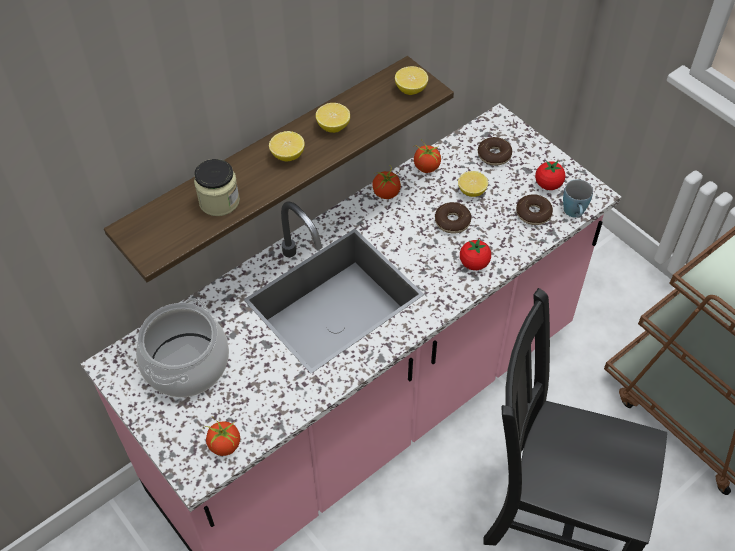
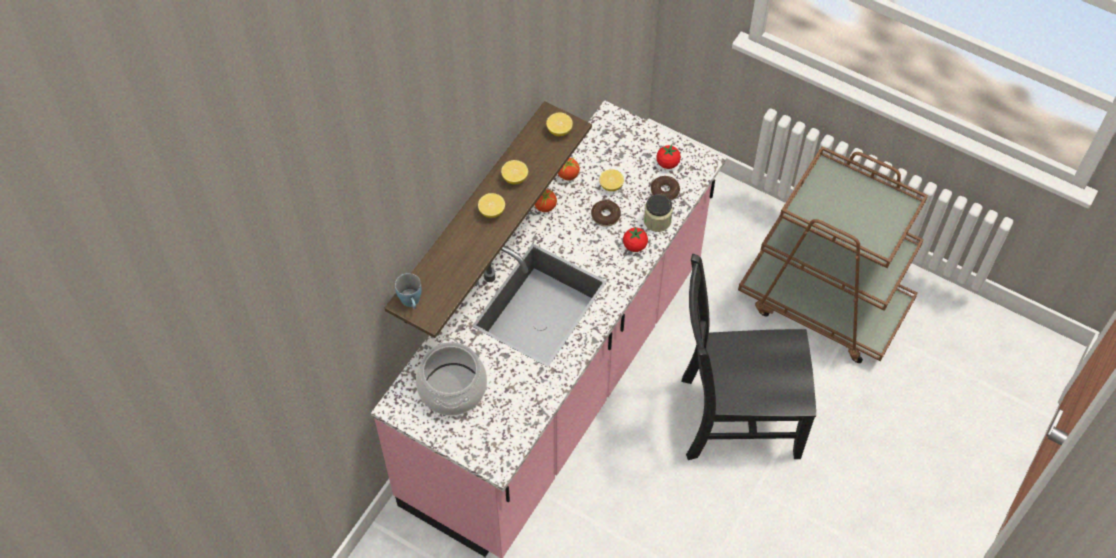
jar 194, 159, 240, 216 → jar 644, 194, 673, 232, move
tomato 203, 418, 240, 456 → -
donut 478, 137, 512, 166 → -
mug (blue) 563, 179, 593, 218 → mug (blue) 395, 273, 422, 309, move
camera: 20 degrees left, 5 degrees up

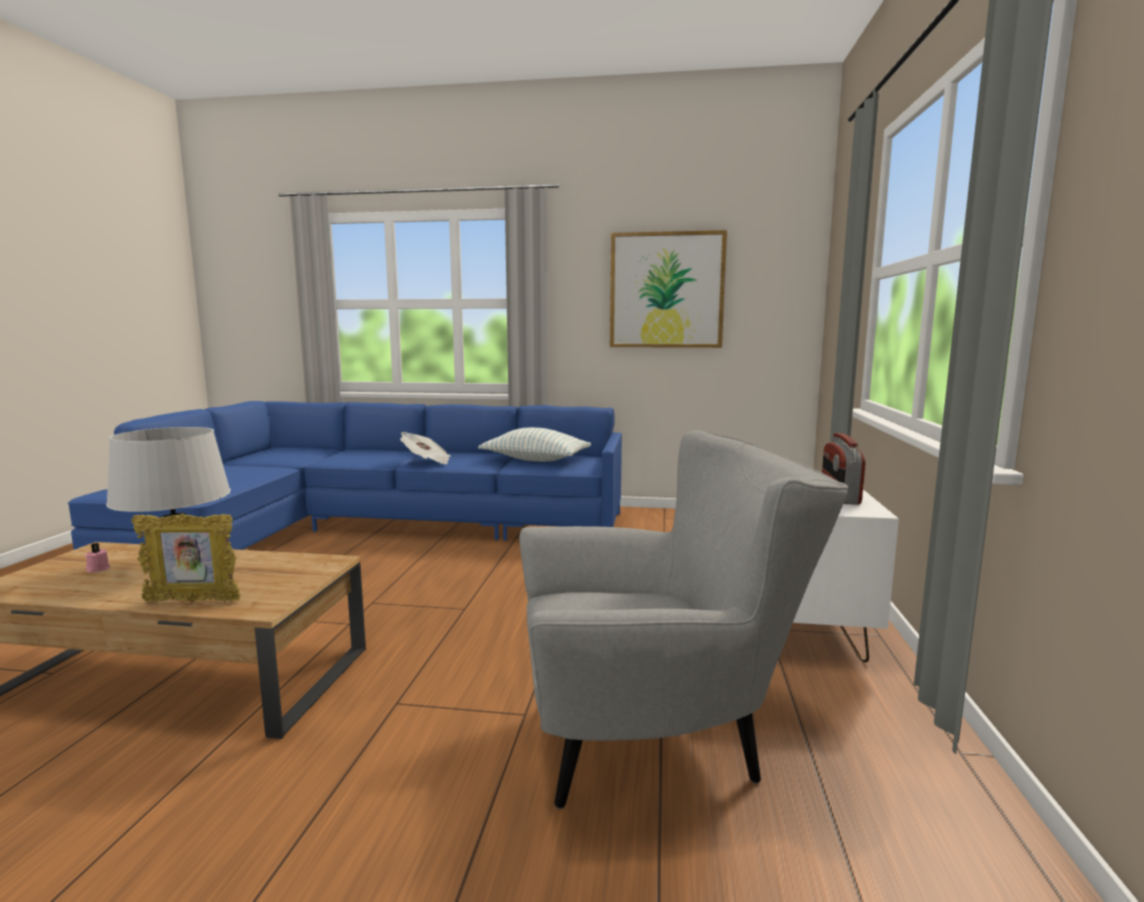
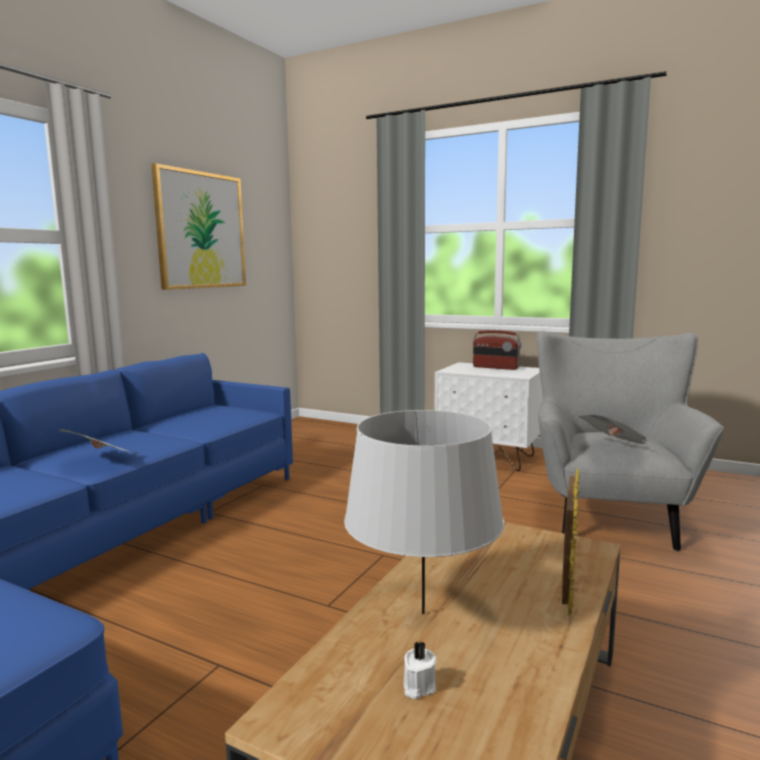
candle (pink) 85, 543, 110, 573 → candle (white) 404, 641, 437, 699
pillow 478, 427, 591, 462 → -
- → newspaper 579, 415, 648, 444
camera: 70 degrees left, 0 degrees up

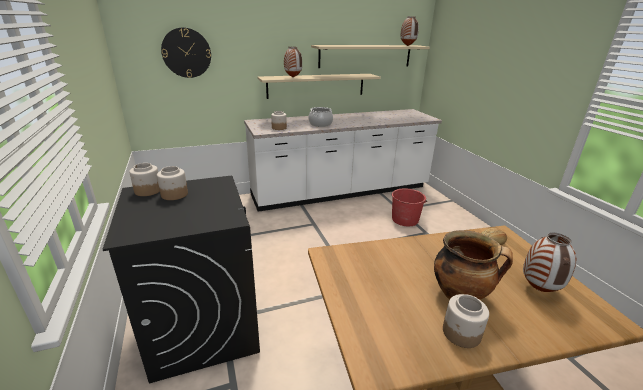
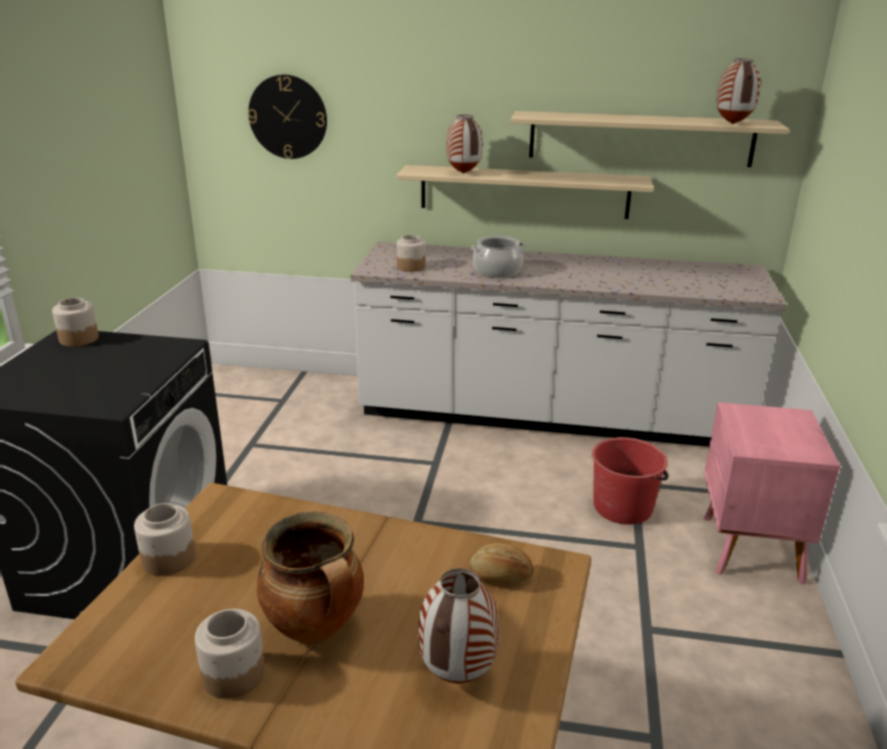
jar 157, 166, 188, 200 → jar 134, 503, 195, 576, move
- → nightstand (pink) 704, 402, 840, 585
camera: 30 degrees right, 0 degrees up

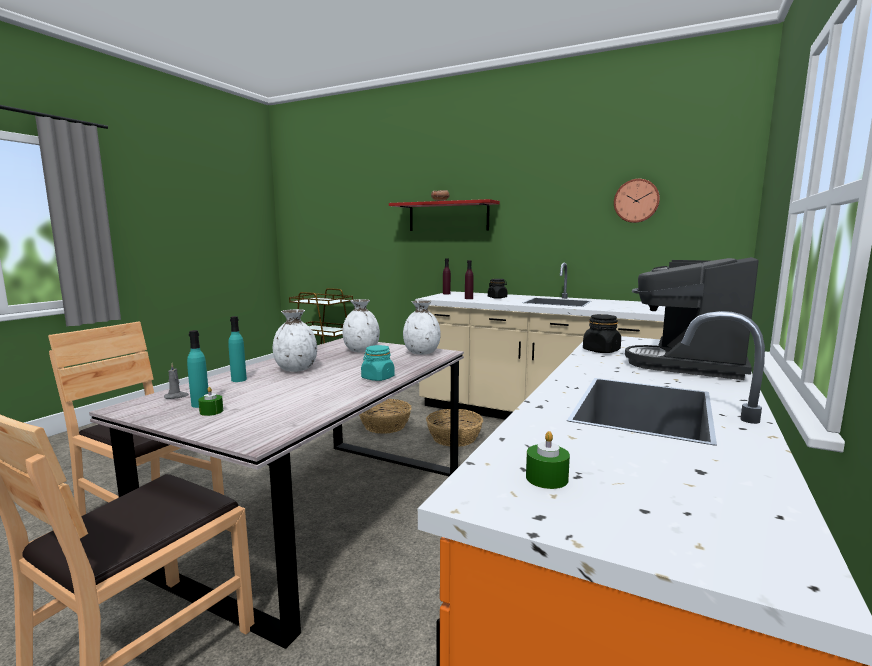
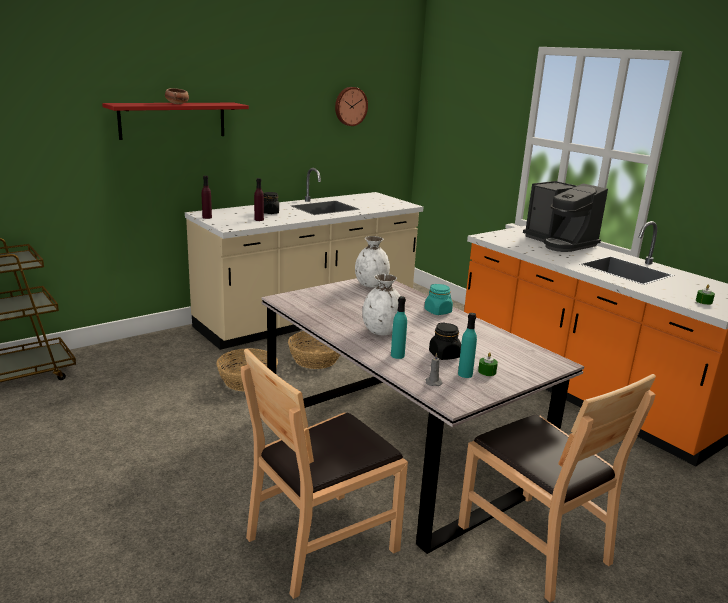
vase (white) 342, 299, 380, 353 → -
jar (black) 583, 314, 621, 353 → jar (black) 429, 322, 461, 360, move
camera: 65 degrees left, 10 degrees up

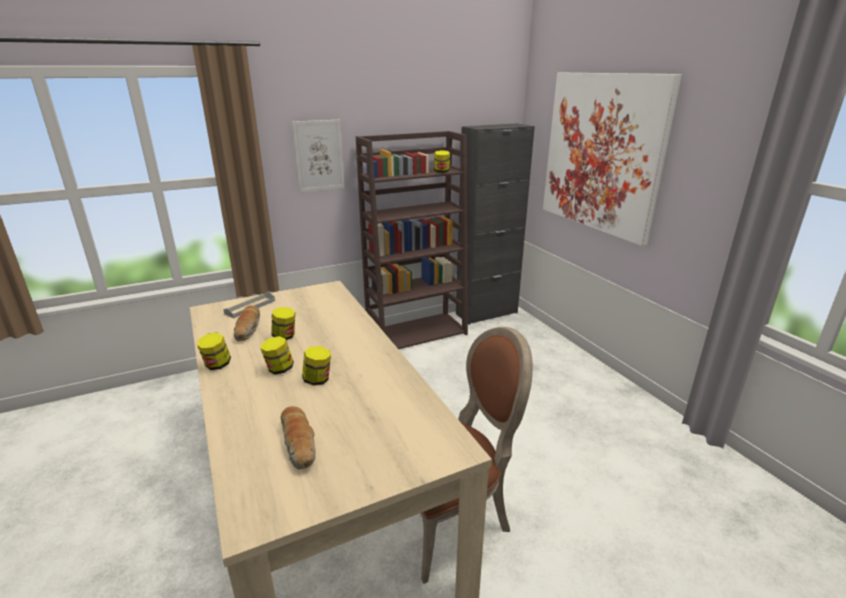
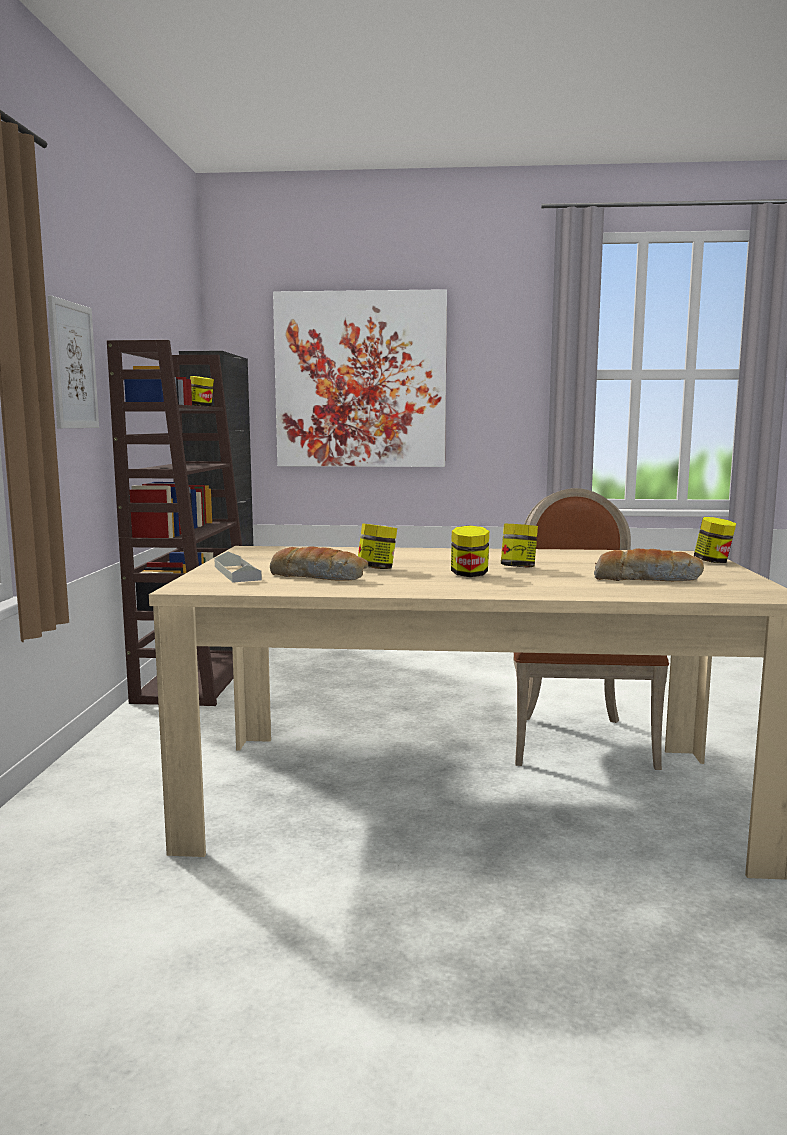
jar 197, 333, 231, 370 → jar 694, 517, 736, 563, move
camera: 60 degrees left, 15 degrees down

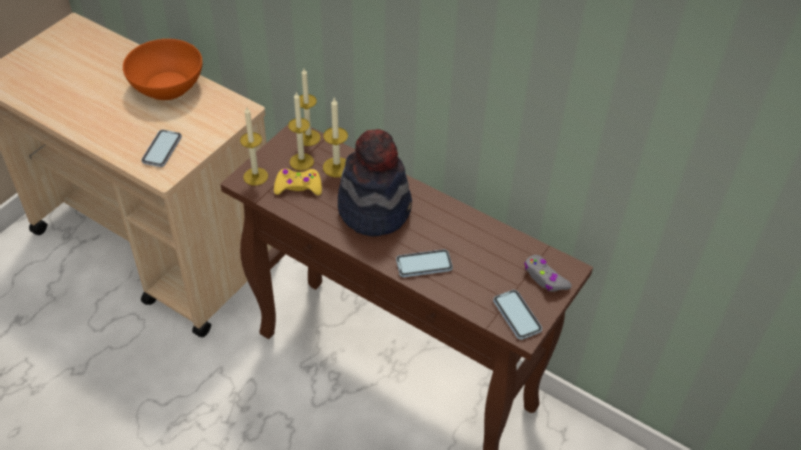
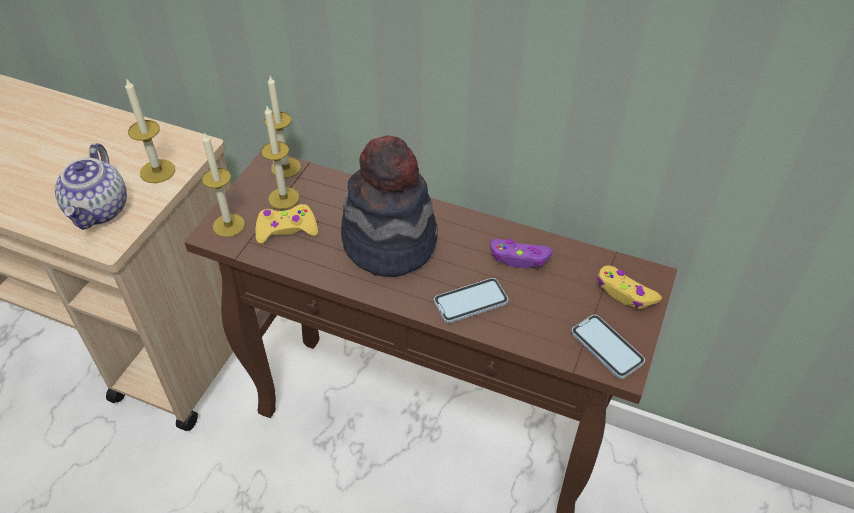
bowl (orange) 123, 39, 202, 100 → -
phone 141, 130, 182, 167 → teapot 55, 143, 127, 230
candle 323, 98, 348, 177 → candle 125, 79, 175, 183, move
game controller (grey) 524, 255, 572, 292 → game controller (yellow) 597, 265, 662, 309
- → game controller (purple) 490, 239, 553, 268
camera: 10 degrees left, 0 degrees up

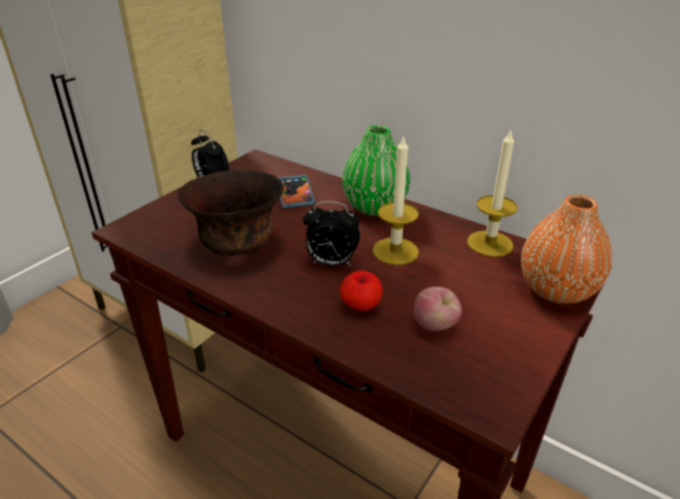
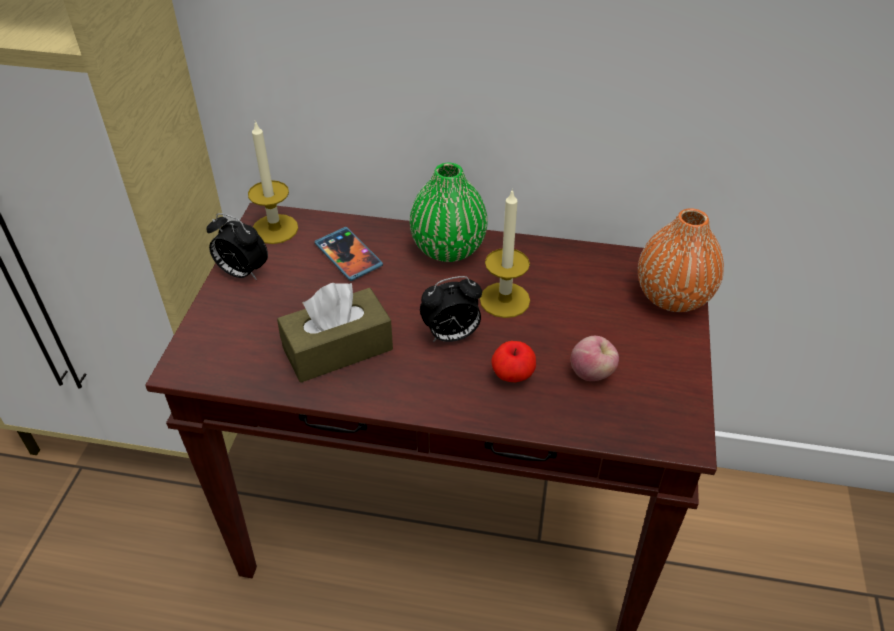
bowl (brown) 178, 169, 284, 256 → tissue box (brown) 277, 283, 393, 383
candle 467, 130, 518, 257 → candle 248, 121, 298, 244, move
camera: 25 degrees left, 10 degrees up

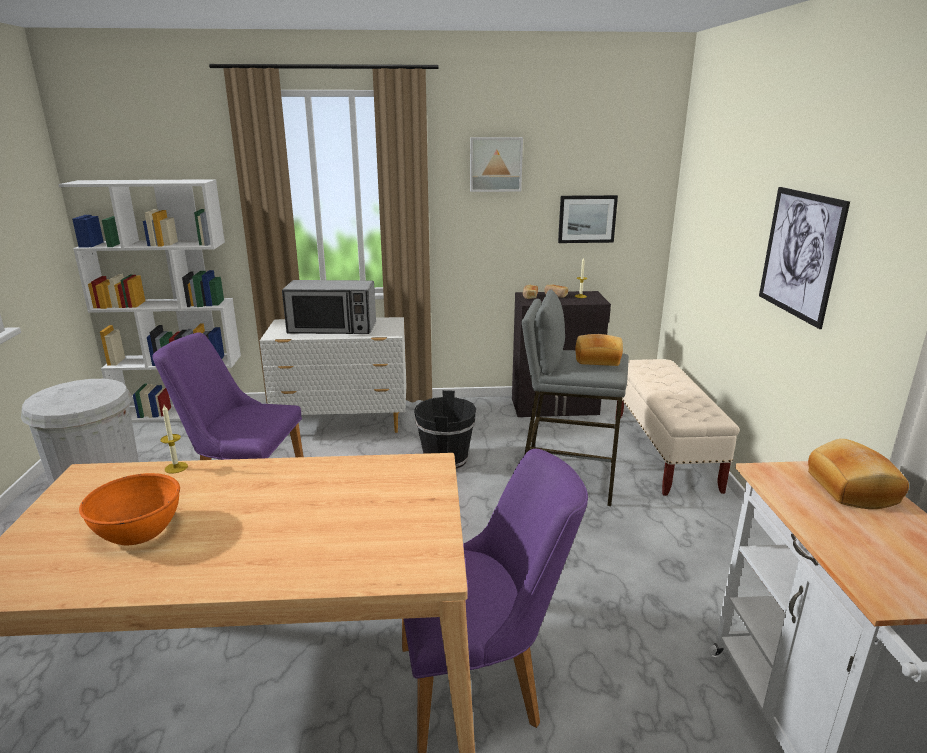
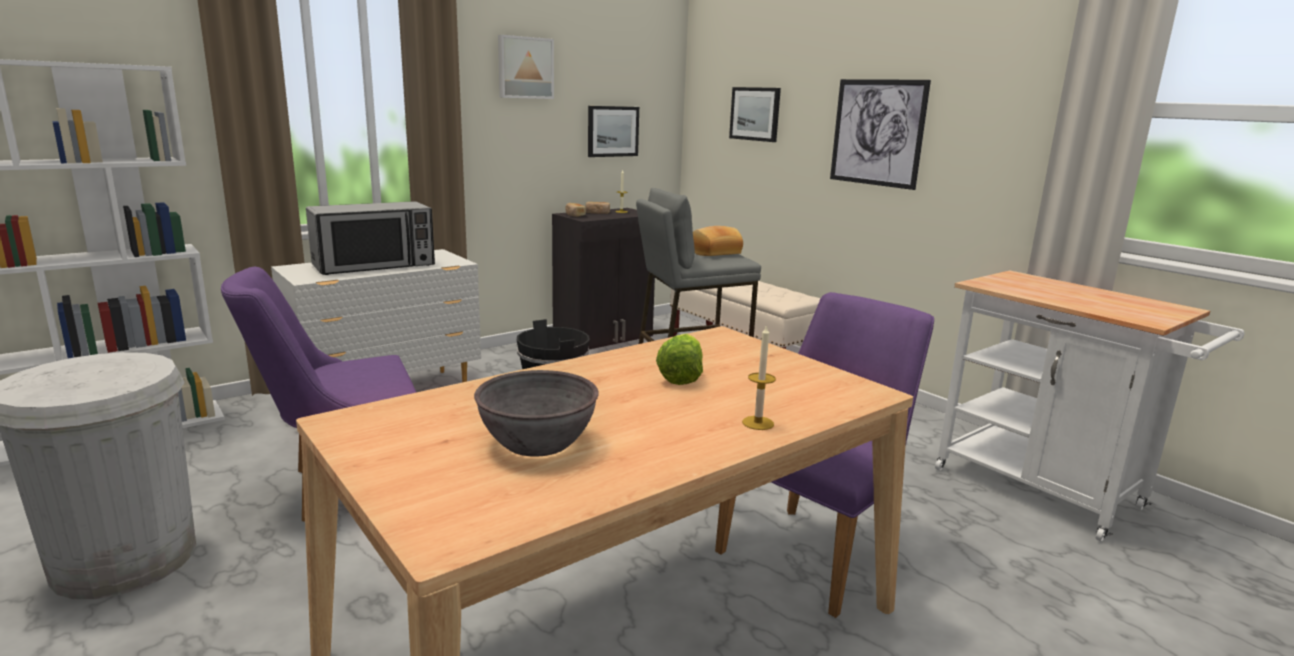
bowl (orange) 79, 473, 180, 545 → bowl (grey) 474, 370, 599, 457
candle 160, 405, 188, 474 → candle 742, 324, 776, 430, move
bread 808, 439, 909, 509 → -
- → lettuce 656, 333, 703, 385
- → picture 729, 87, 781, 142
camera: 35 degrees left, 5 degrees down

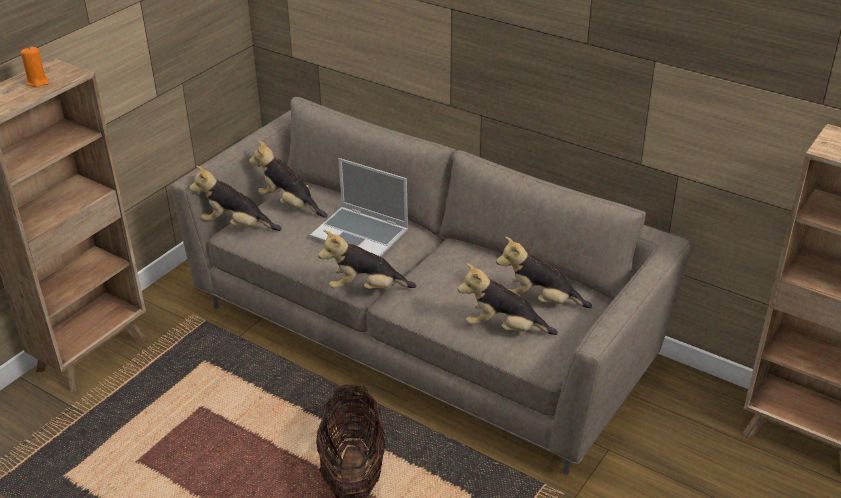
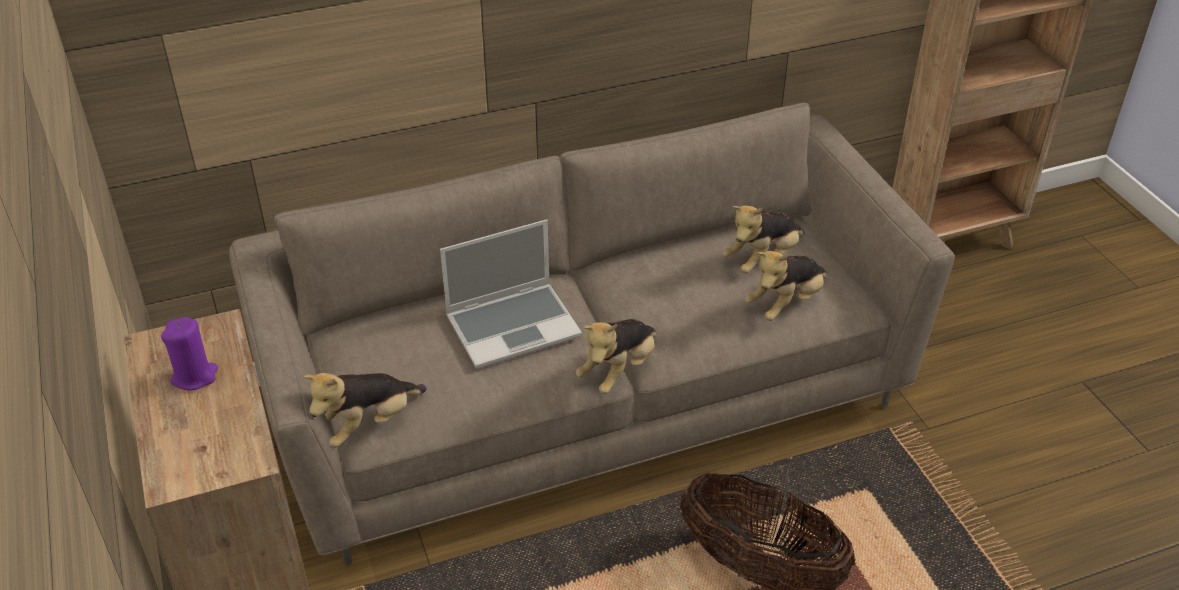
candle (orange) 21, 46, 49, 87 → candle (purple) 161, 317, 218, 391
plush toy 249, 140, 328, 218 → -
camera: 55 degrees left, 5 degrees up

